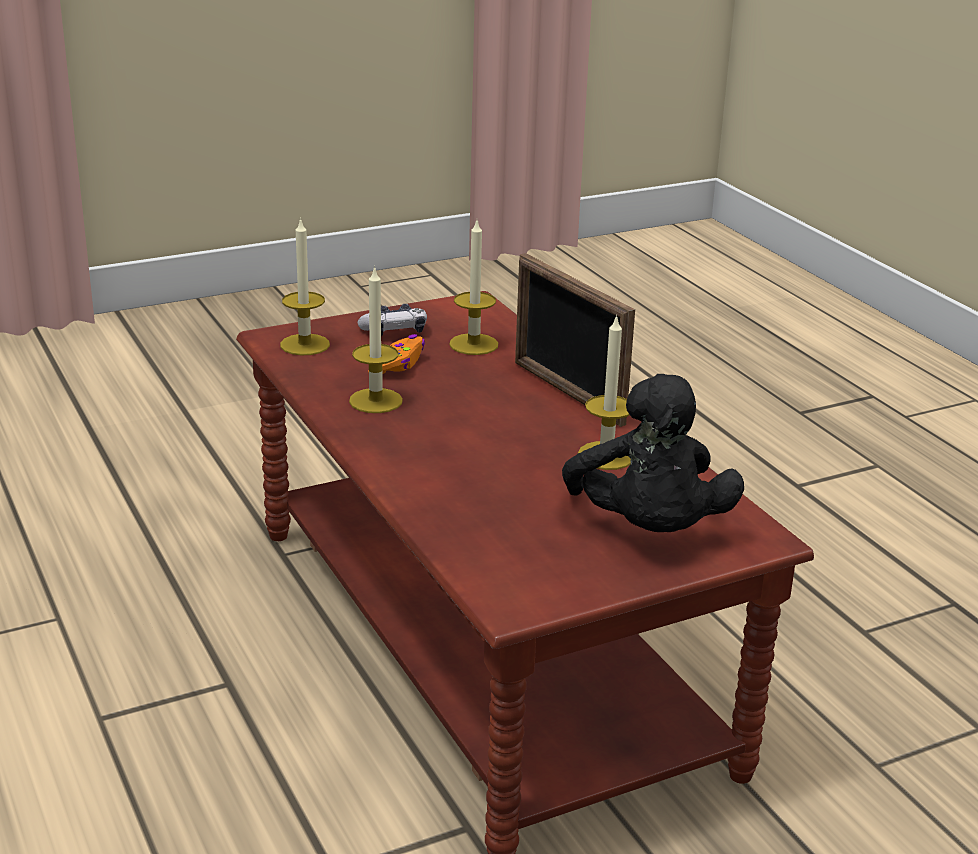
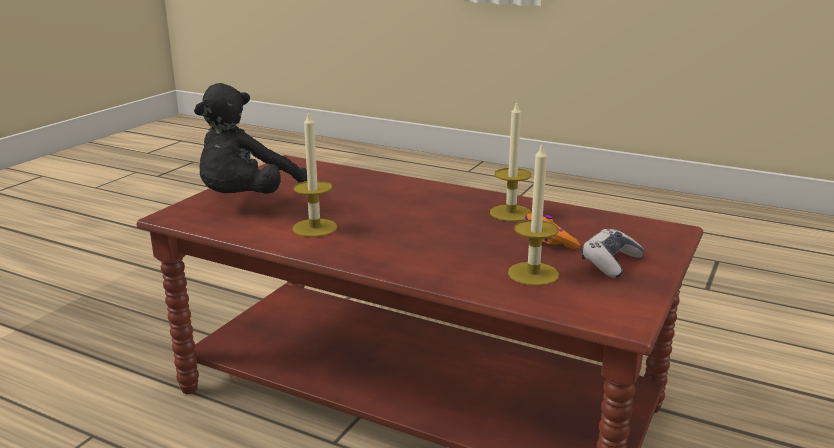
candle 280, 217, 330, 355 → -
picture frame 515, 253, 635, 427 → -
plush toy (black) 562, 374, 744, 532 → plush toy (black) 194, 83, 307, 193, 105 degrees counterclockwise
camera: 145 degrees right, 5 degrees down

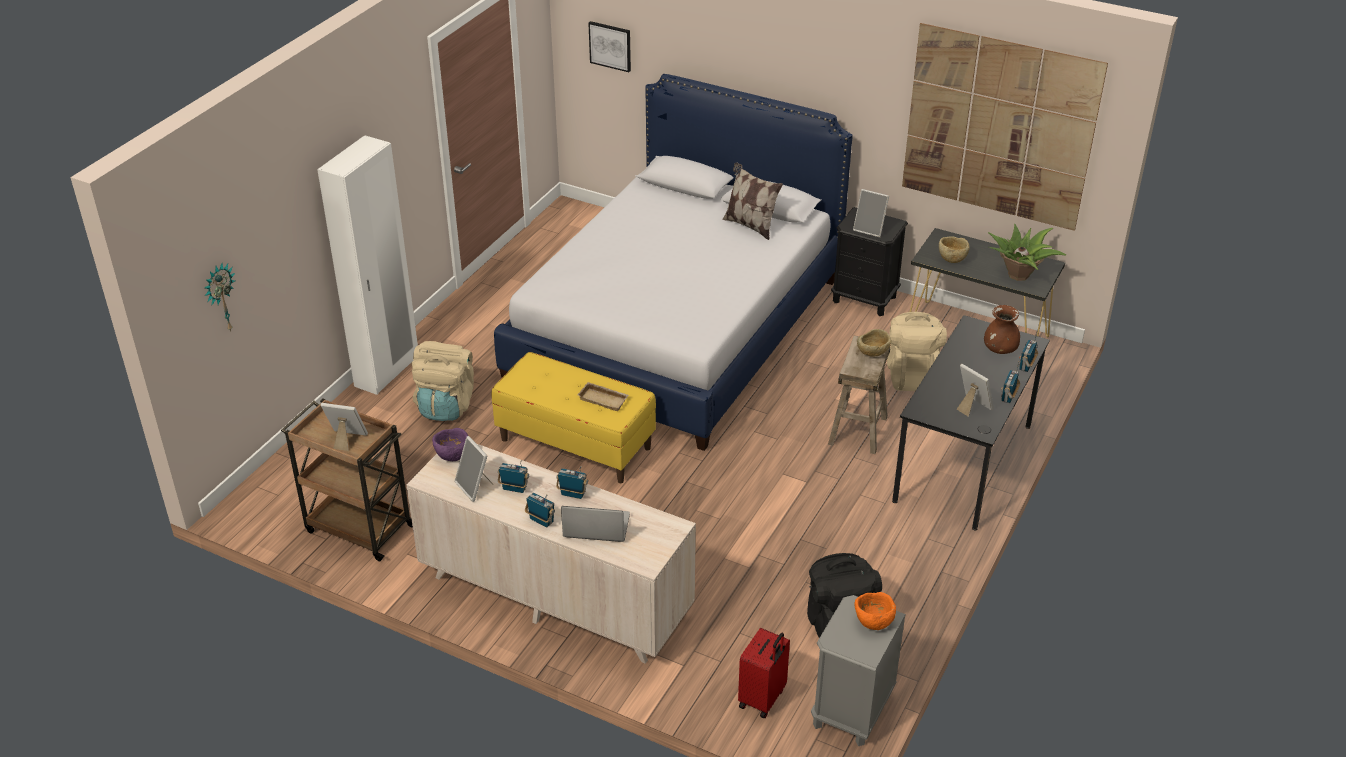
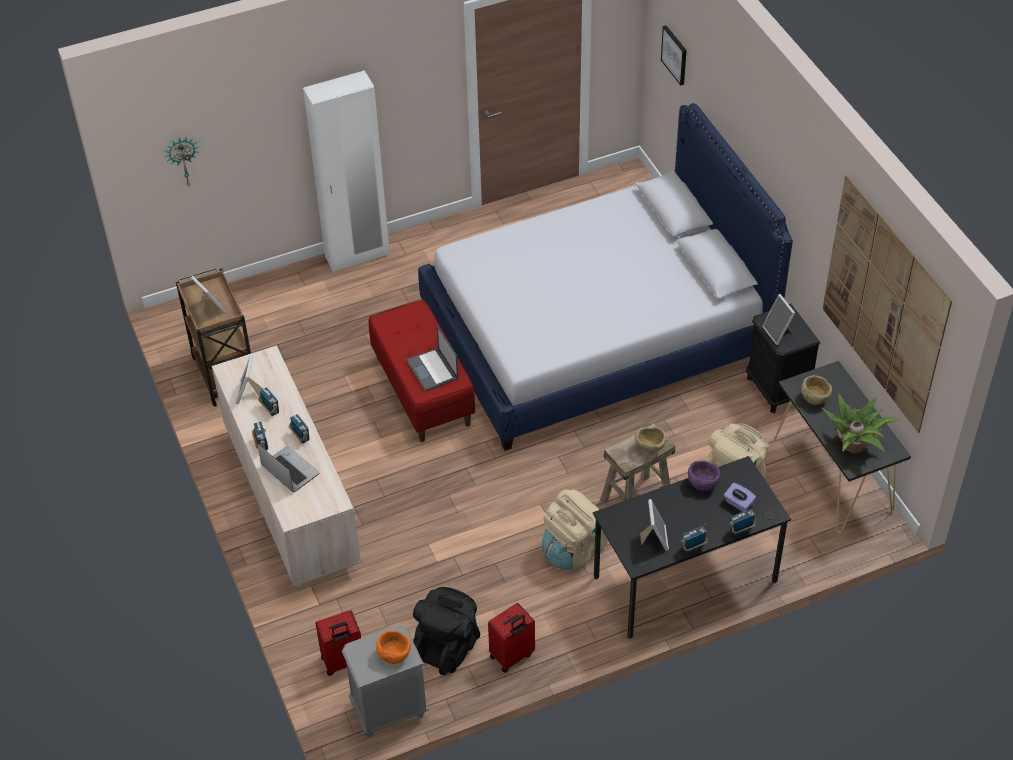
backpack (beige) 411, 341, 474, 421 → backpack (beige) 542, 489, 608, 570, move
bowl (purple) 432, 428, 468, 461 → bowl (purple) 688, 461, 720, 491, move
bench (yellow) 492, 352, 656, 483 → bench (red) 369, 300, 475, 442
tray (beige) 577, 382, 629, 411 → laptop 406, 325, 459, 392
pillow 722, 162, 783, 240 → -
vase (brown) 984, 305, 1020, 354 → tissue box (purple) 724, 483, 756, 512
- → suitcase (red) 488, 603, 535, 673
camera: 40 degrees right, 10 degrees up

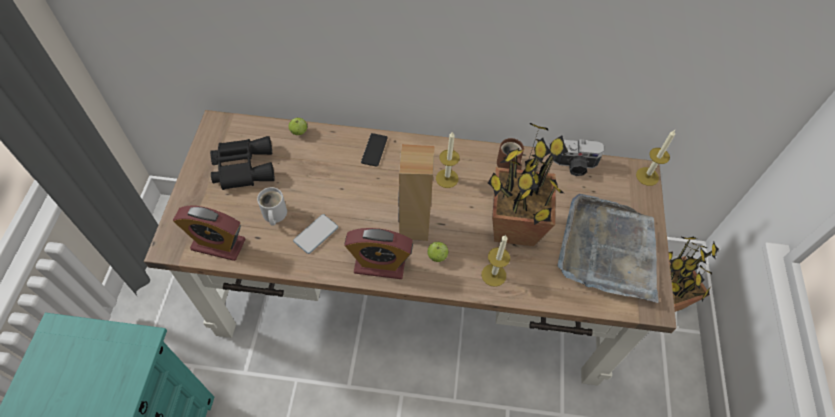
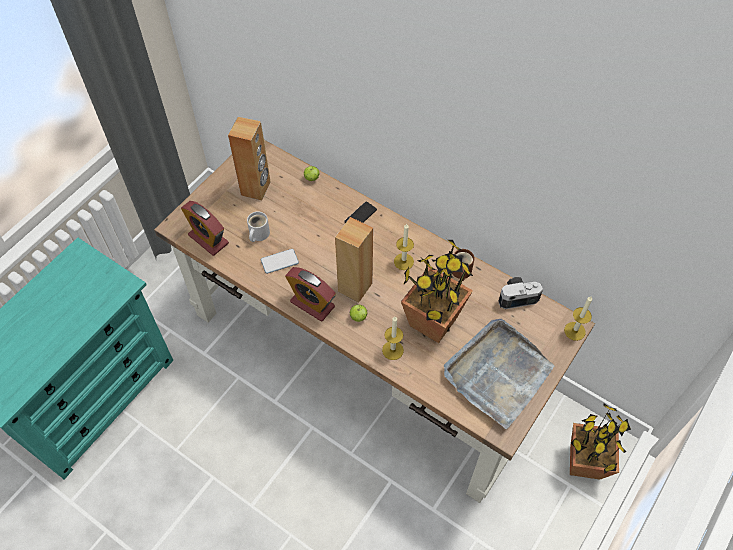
binoculars (black) 210, 136, 275, 190 → speaker (brown) 228, 117, 271, 200
photo camera 553, 139, 604, 176 → photo camera 498, 277, 543, 309, 135 degrees clockwise
camera: 30 degrees right, 0 degrees up

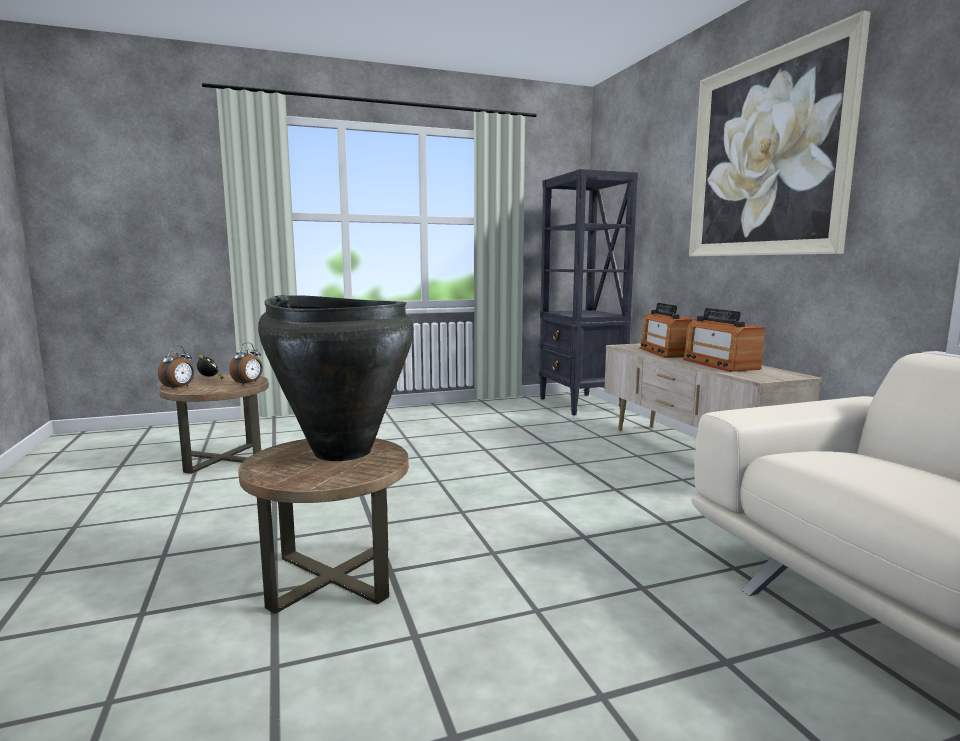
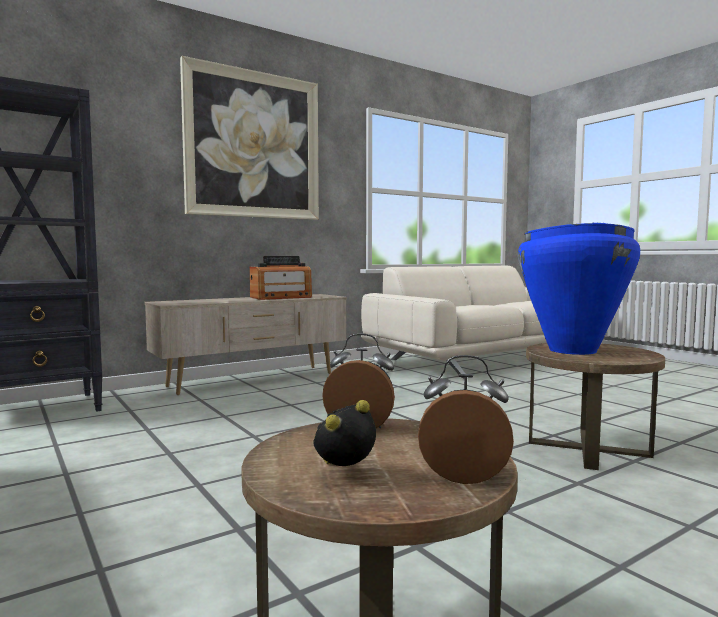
vase (black) 258, 295, 414, 461 → vase (blue) 518, 222, 640, 355
radio 639, 303, 697, 358 → -
camera: 105 degrees left, 5 degrees down

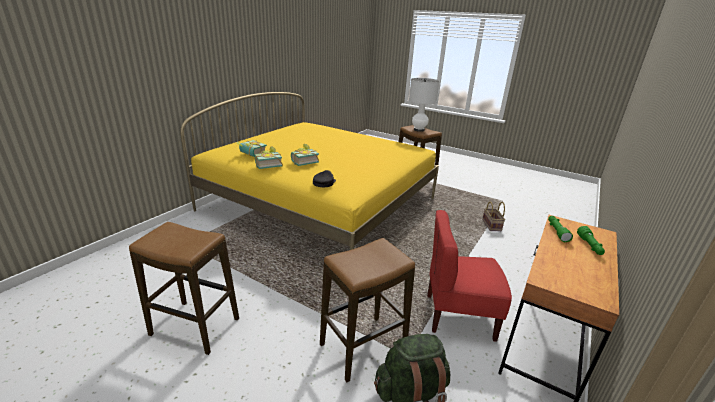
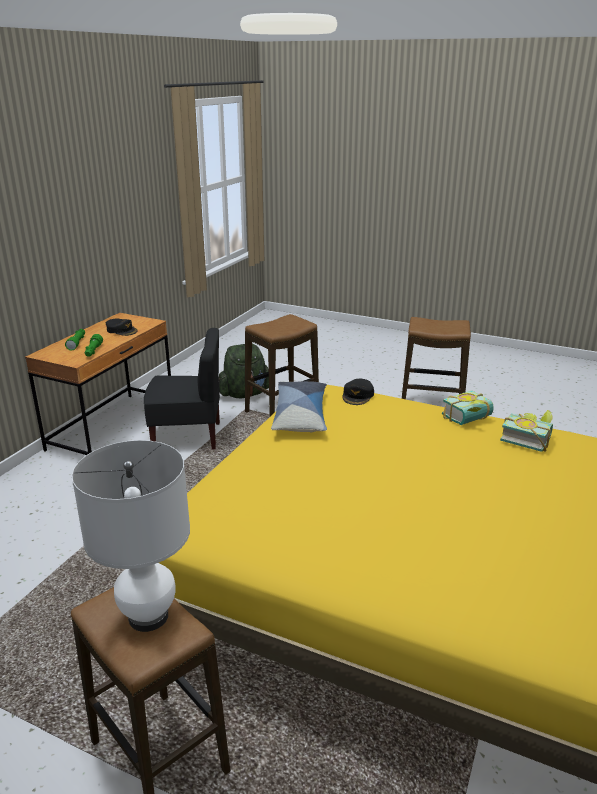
book 291, 144, 319, 166 → -
chair (red) 427, 210, 512, 342 → chair (black) 144, 328, 220, 450
basket 482, 202, 505, 231 → -
- → cap (black) 106, 319, 138, 336
- → pillow 271, 381, 327, 433
camera: 175 degrees right, 0 degrees up

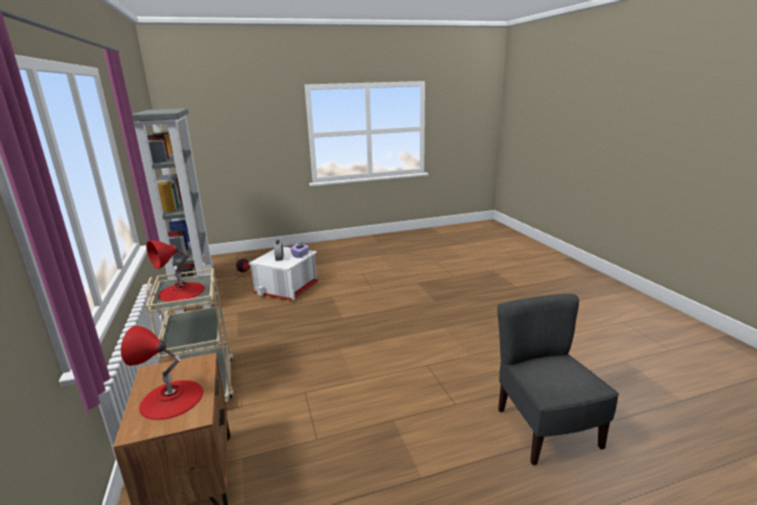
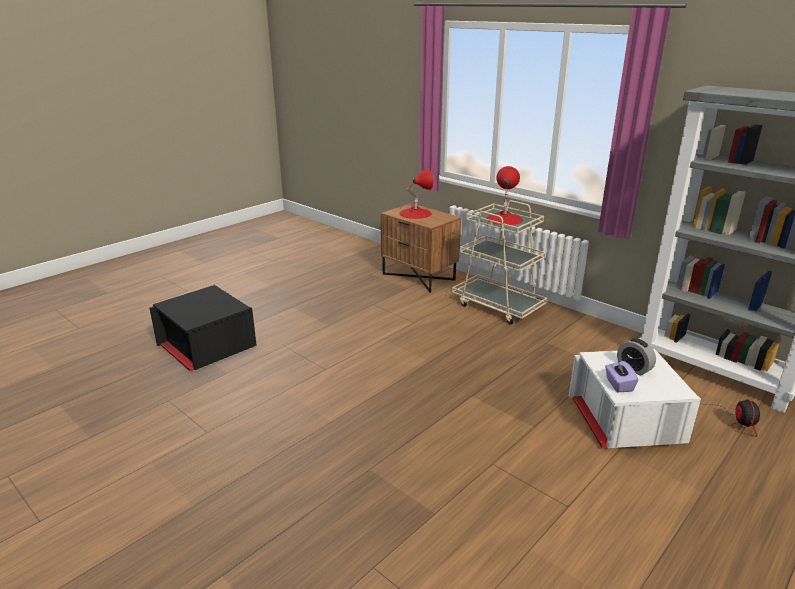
chair (grey) 497, 294, 619, 465 → storage box (black) 150, 285, 257, 372
camera: 150 degrees right, 5 degrees up

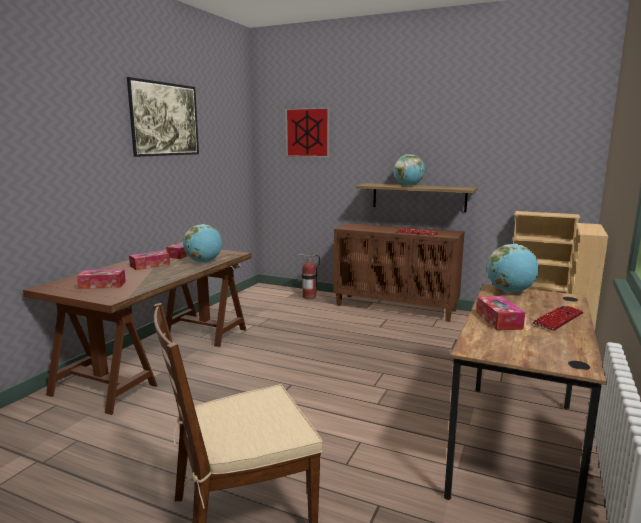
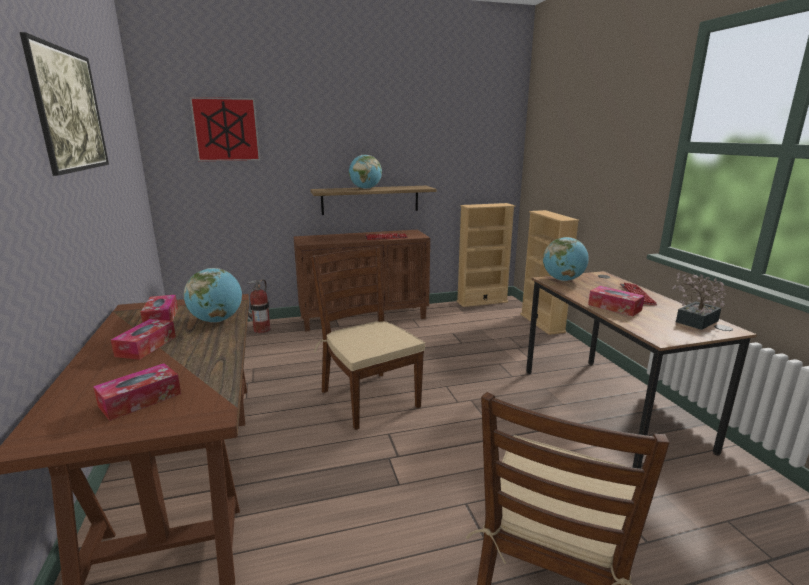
- → chair (brown) 311, 247, 425, 430
- → potted plant 672, 273, 726, 330
camera: 40 degrees left, 5 degrees up

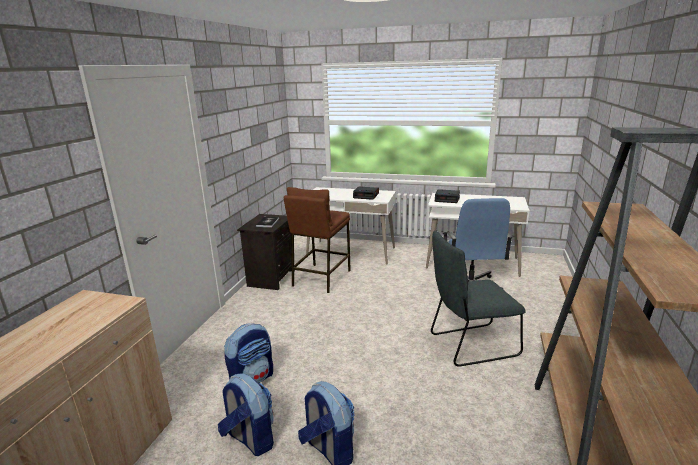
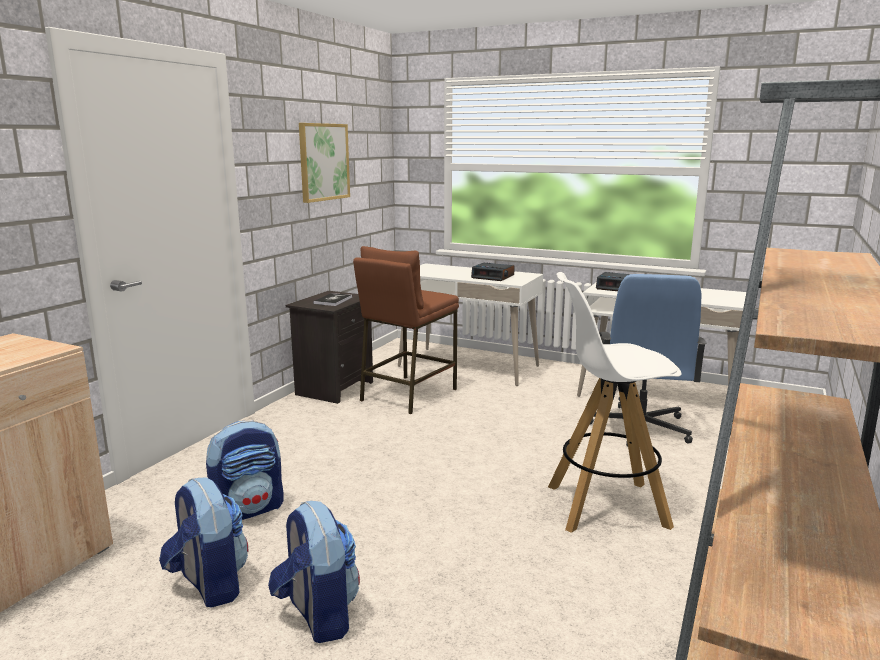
chair (grey) 431, 231, 526, 367 → stool (white) 548, 272, 682, 533
- → picture 299, 123, 350, 203
camera: 10 degrees right, 5 degrees down

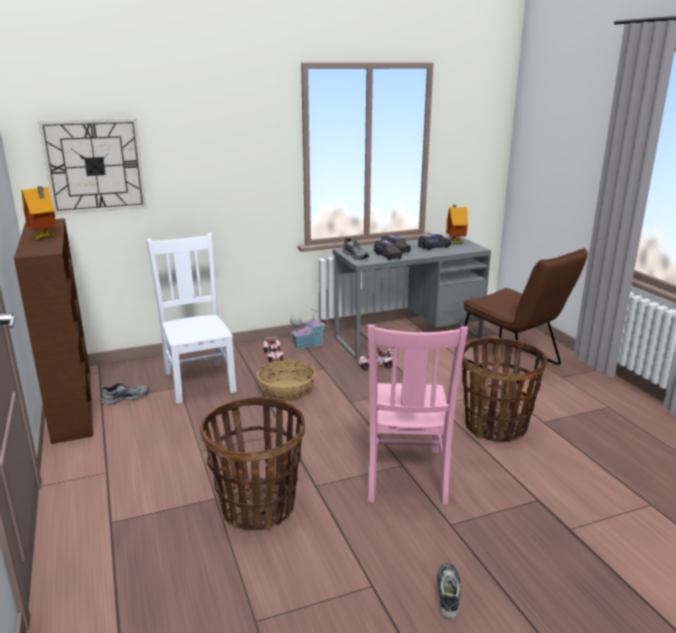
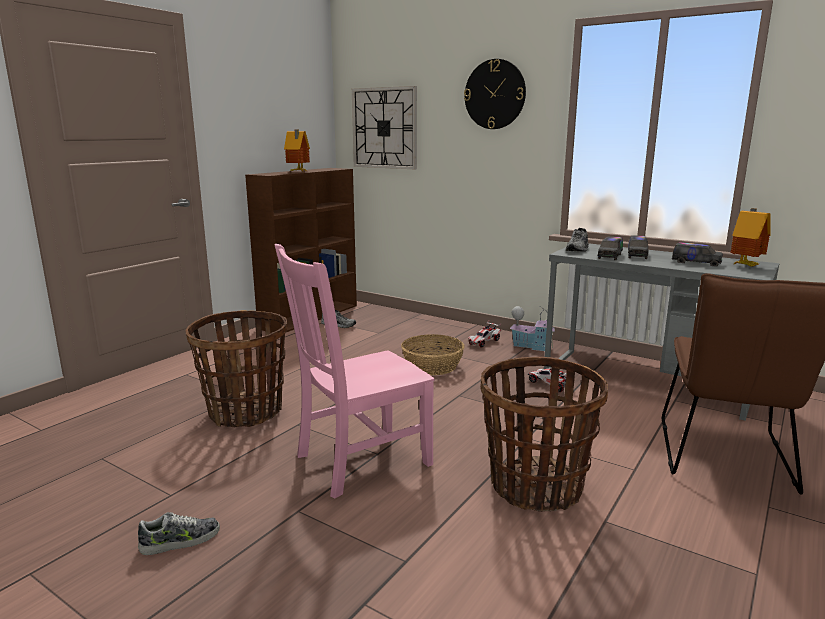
chair (white) 146, 233, 237, 404 → -
- → wall clock 464, 59, 526, 129
camera: 55 degrees right, 5 degrees down

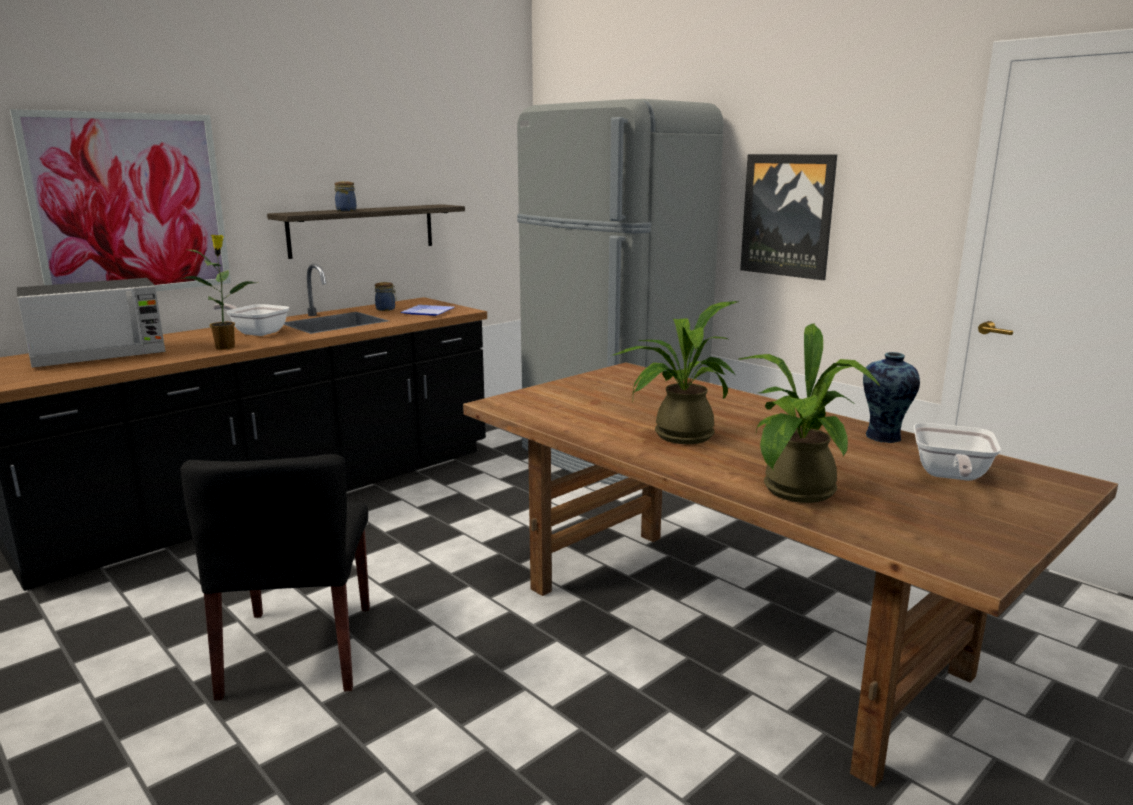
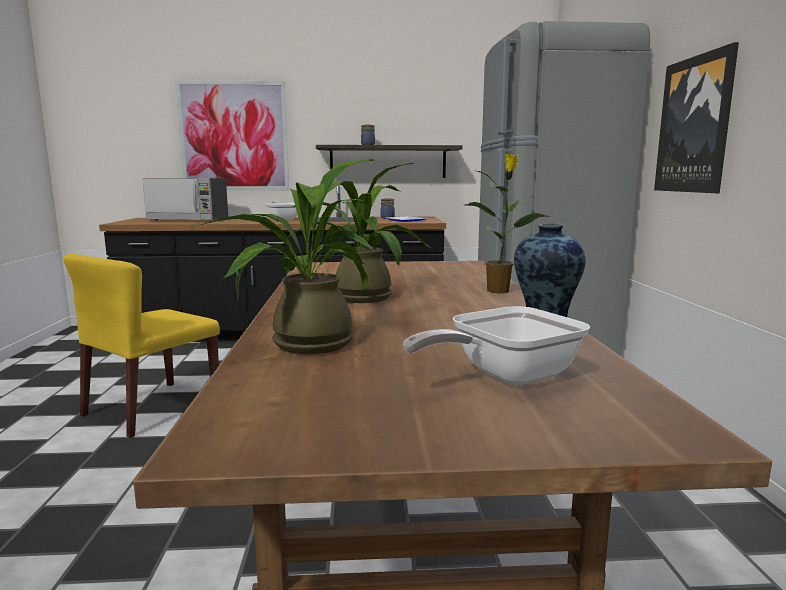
potted plant 180, 235, 256, 350 → potted plant 465, 154, 549, 293, move
chair (black) 180, 454, 370, 701 → chair (yellow) 63, 254, 220, 438
camera: 40 degrees right, 5 degrees down

